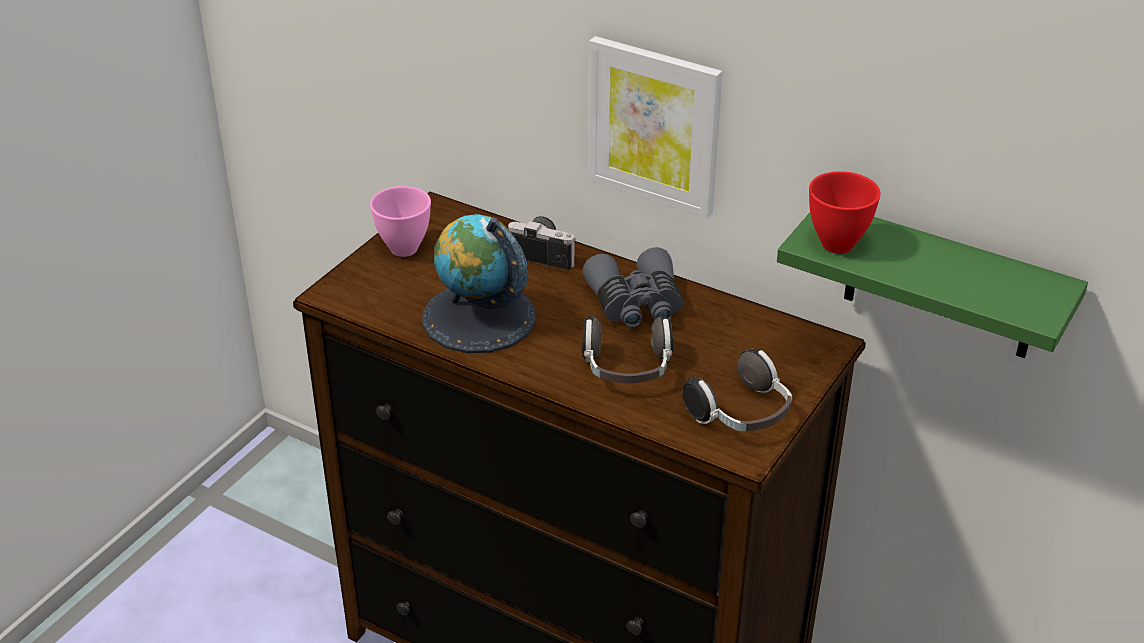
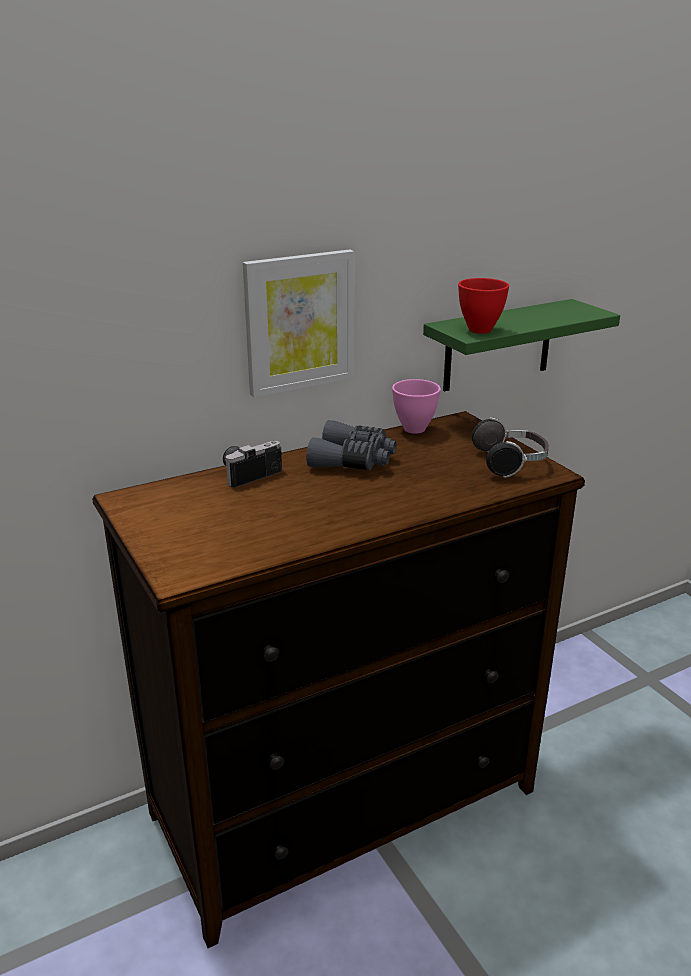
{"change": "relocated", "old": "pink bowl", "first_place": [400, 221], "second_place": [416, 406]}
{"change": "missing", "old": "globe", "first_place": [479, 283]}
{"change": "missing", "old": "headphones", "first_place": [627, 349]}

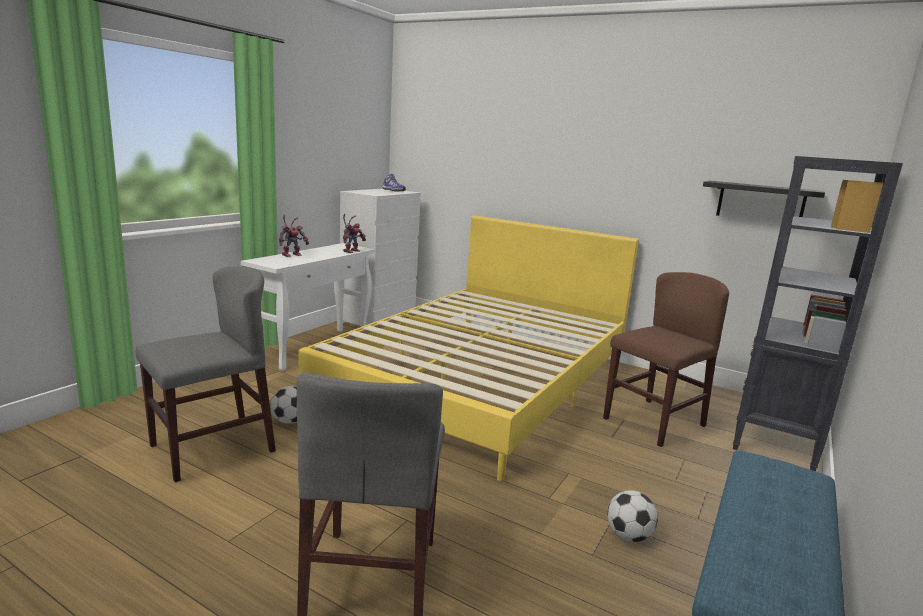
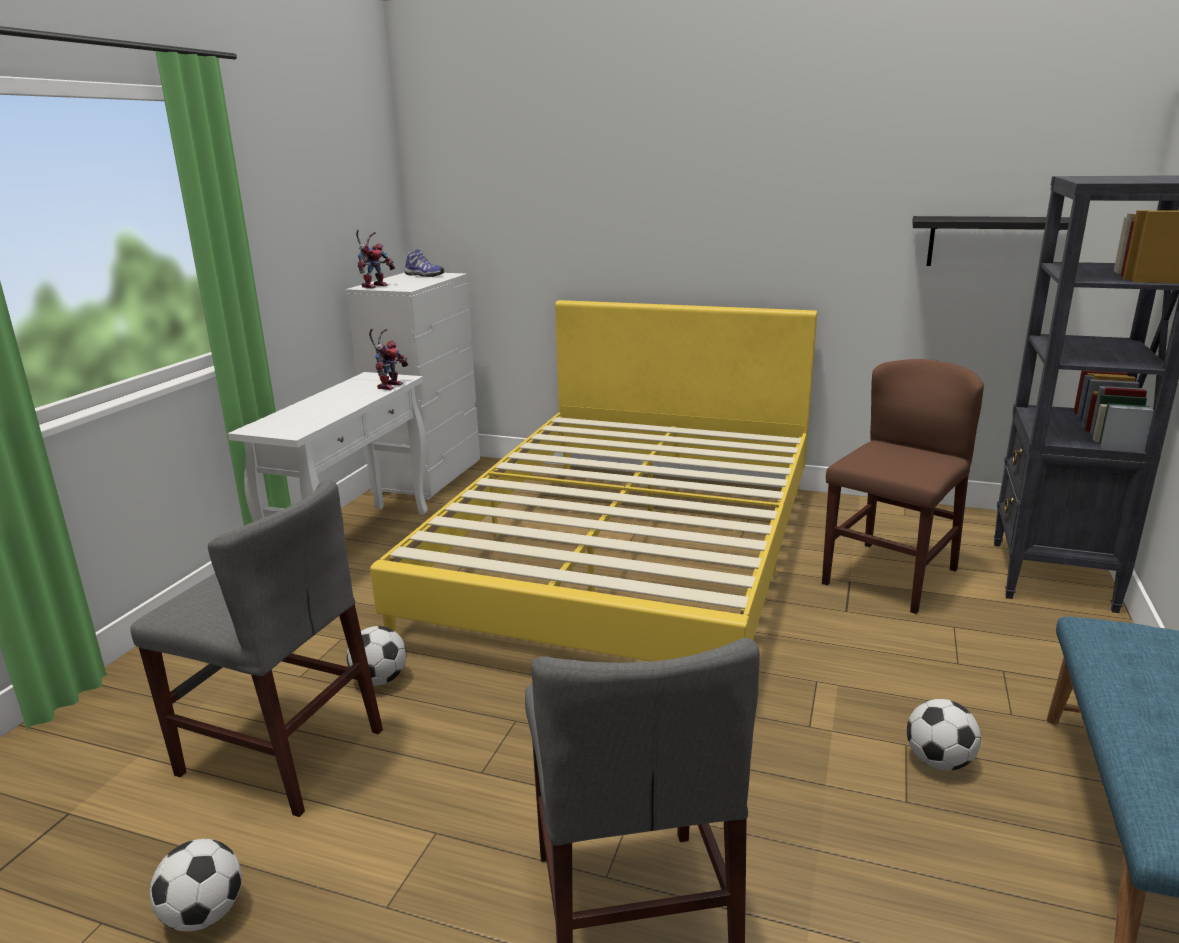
{"change": "relocated", "old": "toy robot", "first_place": [294, 236], "second_place": [375, 259]}
{"change": "spun", "old": "grey chair", "first_place": [205, 374], "second_place": [256, 648], "degrees": 75}
{"change": "appeared", "new": "football", "second_place": [196, 885]}

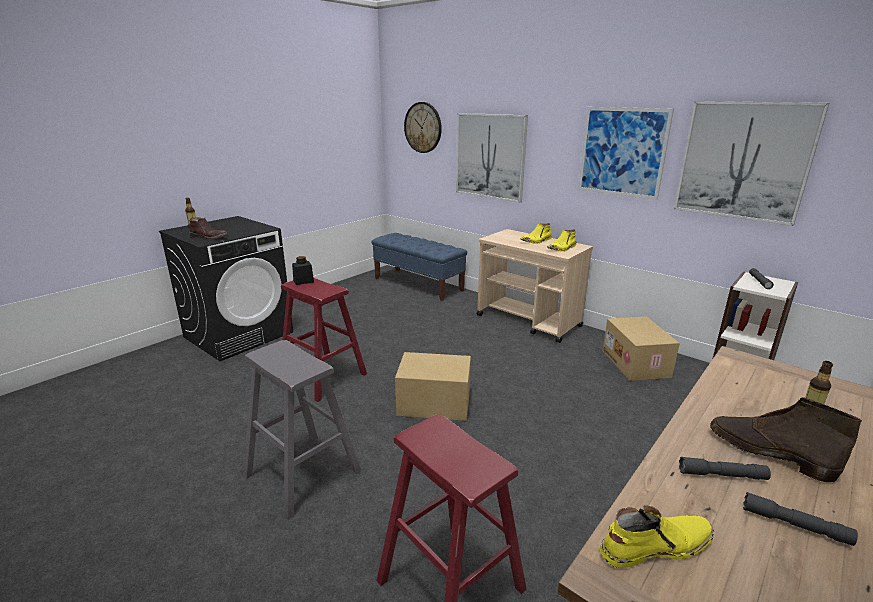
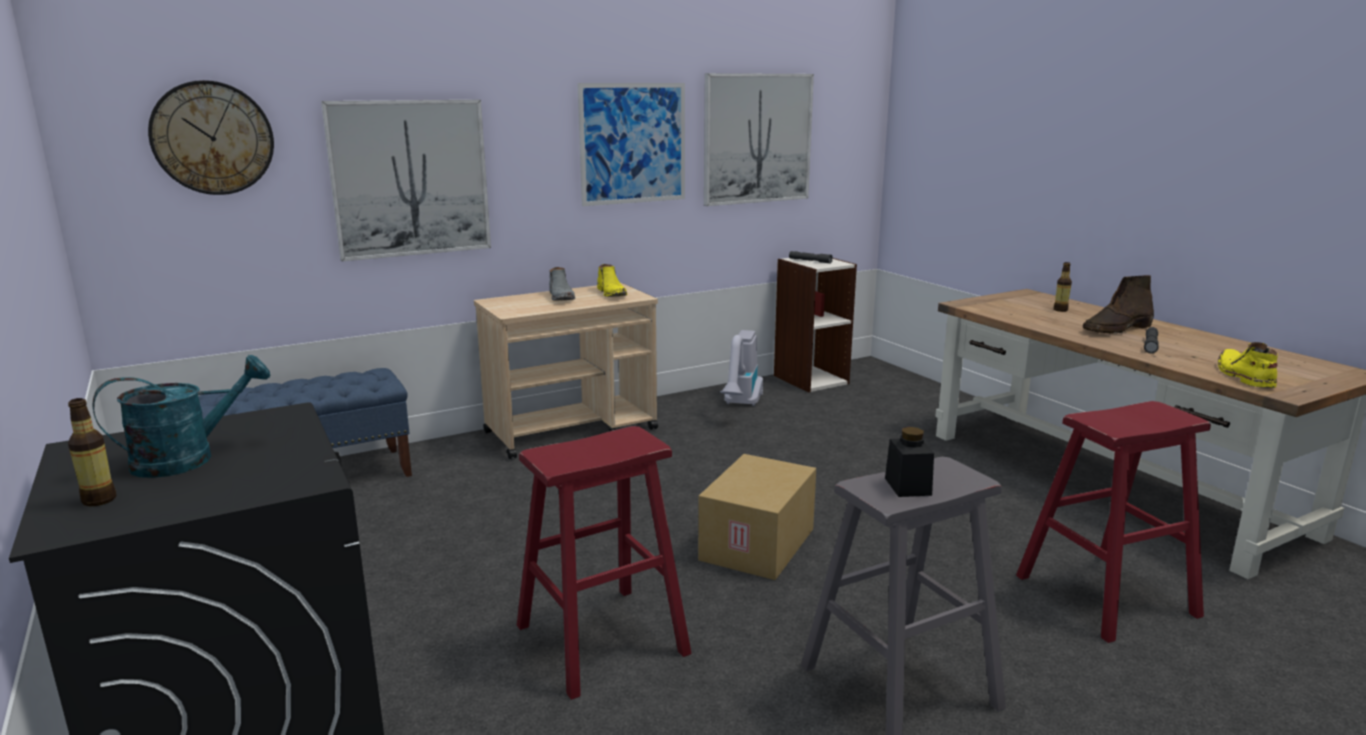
{"change": "missing", "old": "brown boot", "first_place": [208, 228]}
{"change": "colour", "old": "yellow boot", "new": "grey boot", "first_place": [536, 233], "second_place": [562, 284]}
{"change": "relocated", "old": "black jar", "first_place": [303, 270], "second_place": [909, 462]}
{"change": "exchanged", "old": "cardboard box", "new": "vacuum cleaner", "first_place": [641, 348], "second_place": [741, 368]}
{"change": "missing", "old": "grey flashlight", "first_place": [800, 519]}
{"change": "appeared", "new": "turquoise watering can", "second_place": [181, 416]}

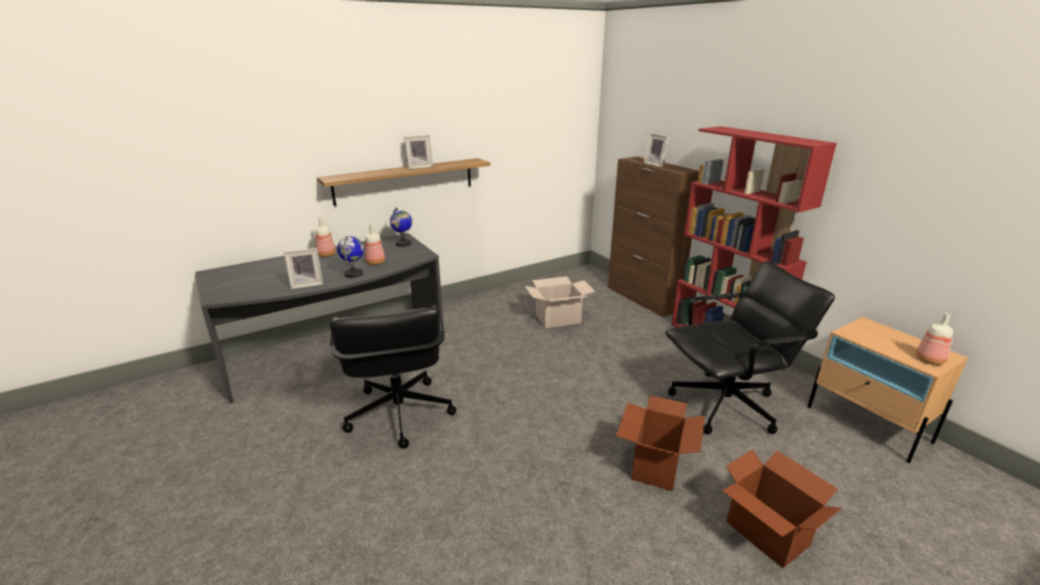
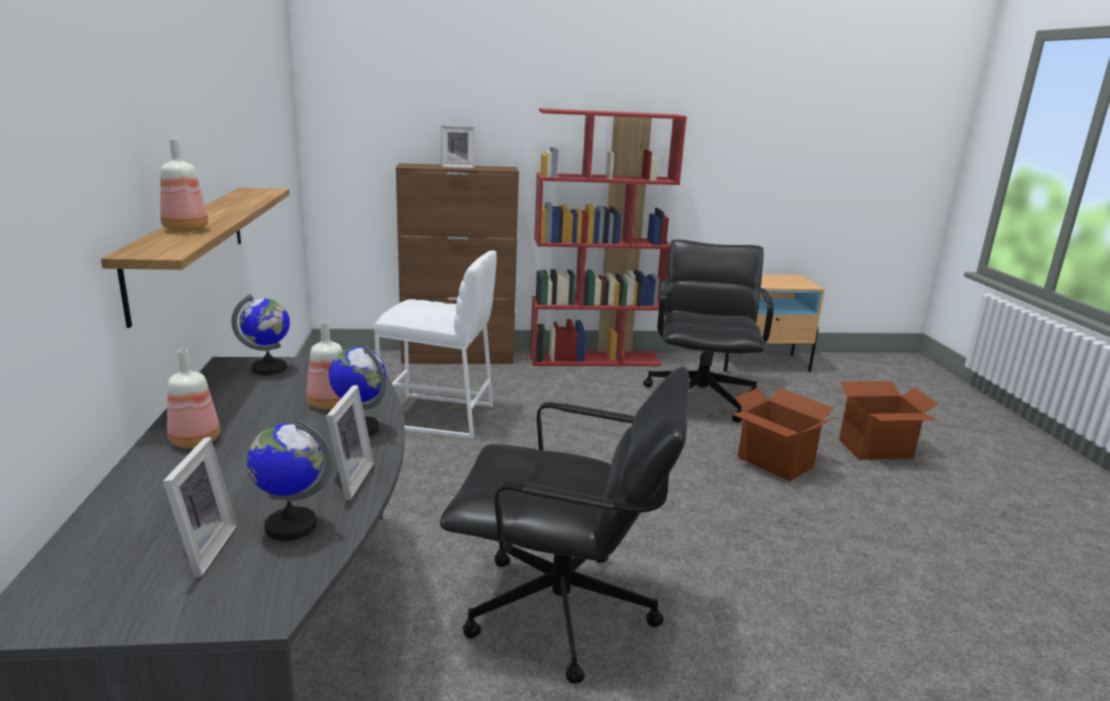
{"change": "relocated", "old": "picture frame", "first_place": [418, 152], "second_place": [200, 507]}
{"change": "exchanged", "old": "cardboard box", "new": "white stool", "first_place": [559, 302], "second_place": [435, 344]}
{"change": "relocated", "old": "bottle", "first_place": [934, 339], "second_place": [184, 185]}
{"change": "appeared", "new": "globe", "second_place": [290, 480]}

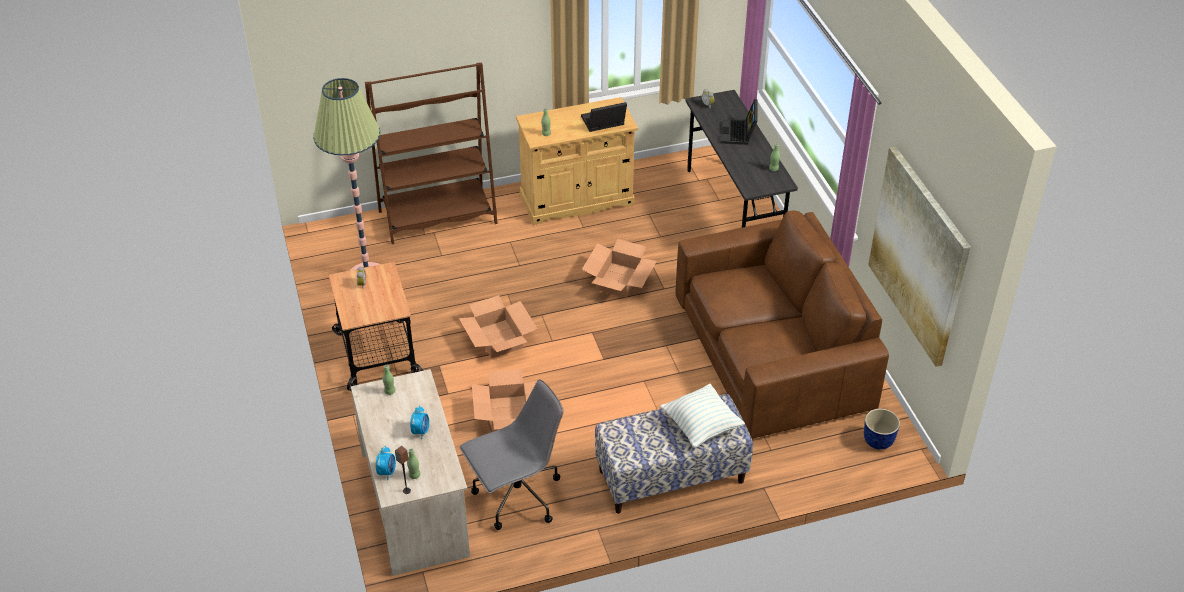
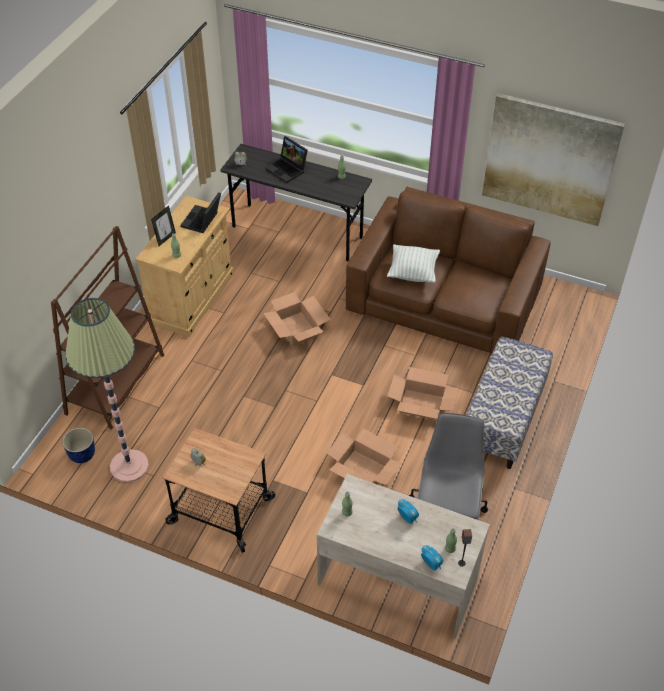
{"change": "relocated", "old": "cardboard box", "first_place": [498, 326], "second_place": [423, 393]}
{"change": "relocated", "old": "pillow", "first_place": [702, 416], "second_place": [413, 263]}
{"change": "relocated", "old": "planter", "first_place": [882, 429], "second_place": [78, 445]}
{"change": "appeared", "new": "picture frame", "second_place": [163, 226]}

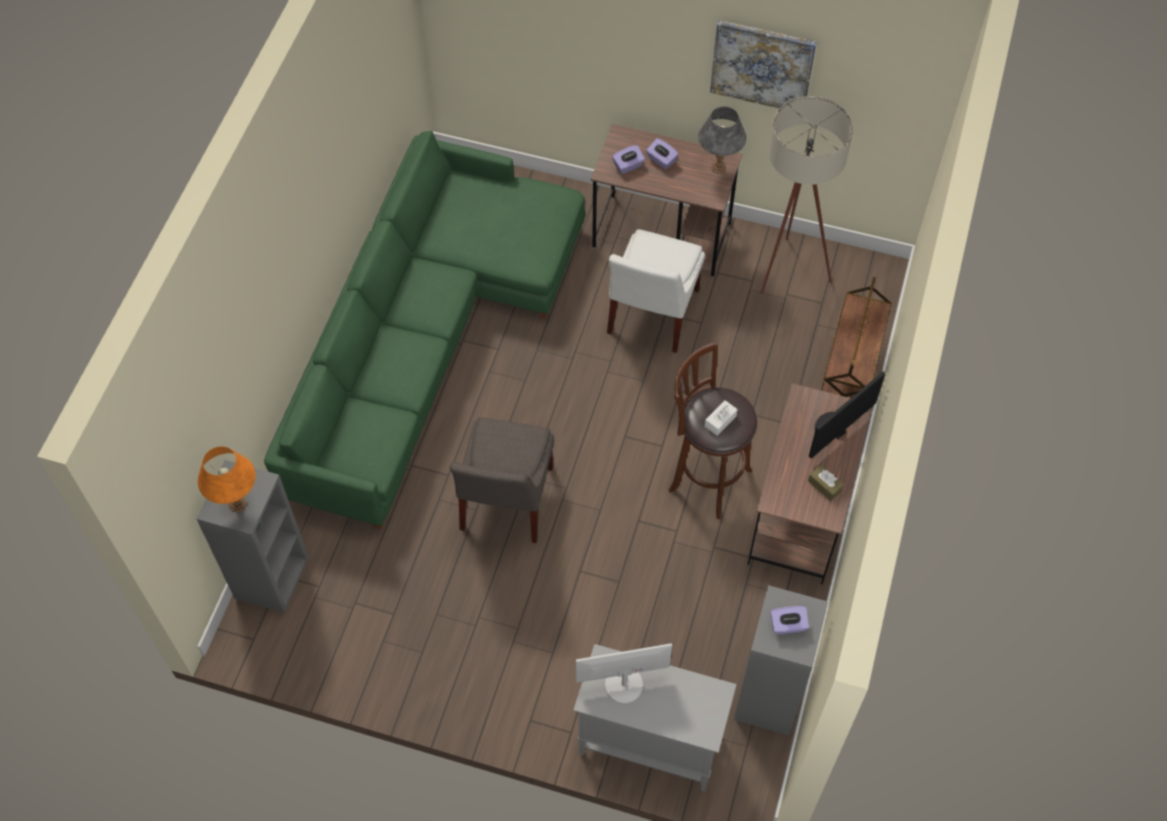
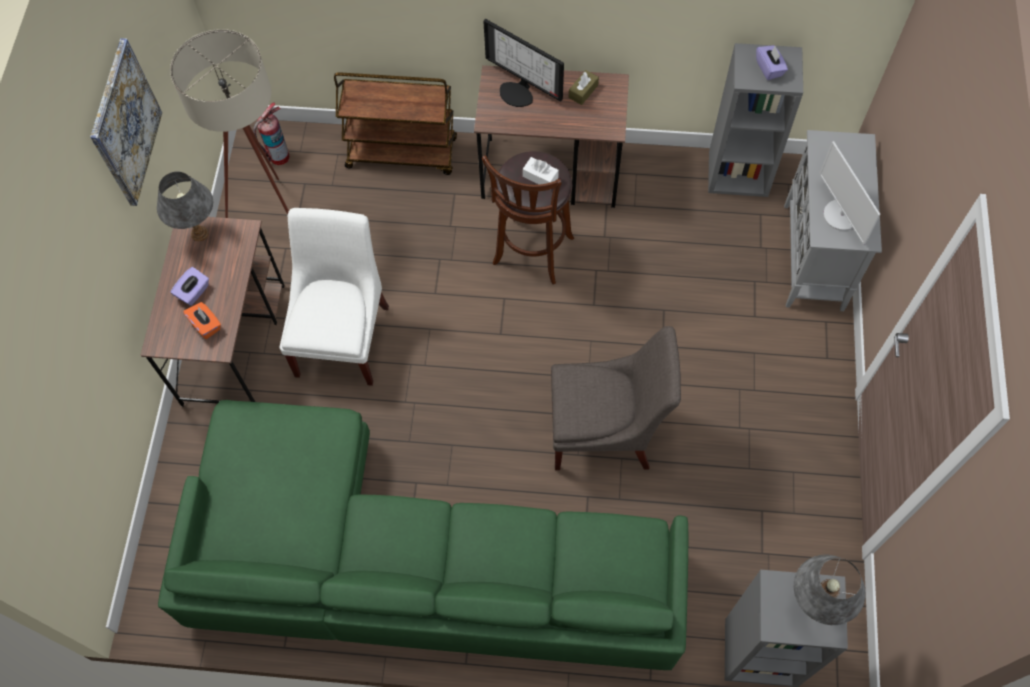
{"change": "colour", "old": "purple tissue box", "new": "orange tissue box", "first_place": [628, 159], "second_place": [202, 320]}
{"change": "spun", "old": "white chair", "first_place": [656, 291], "second_place": [334, 297], "degrees": -90}
{"change": "colour", "old": "orange table lamp", "new": "grey table lamp", "first_place": [227, 479], "second_place": [830, 589]}
{"change": "appeared", "new": "fire extinguisher", "second_place": [271, 133]}

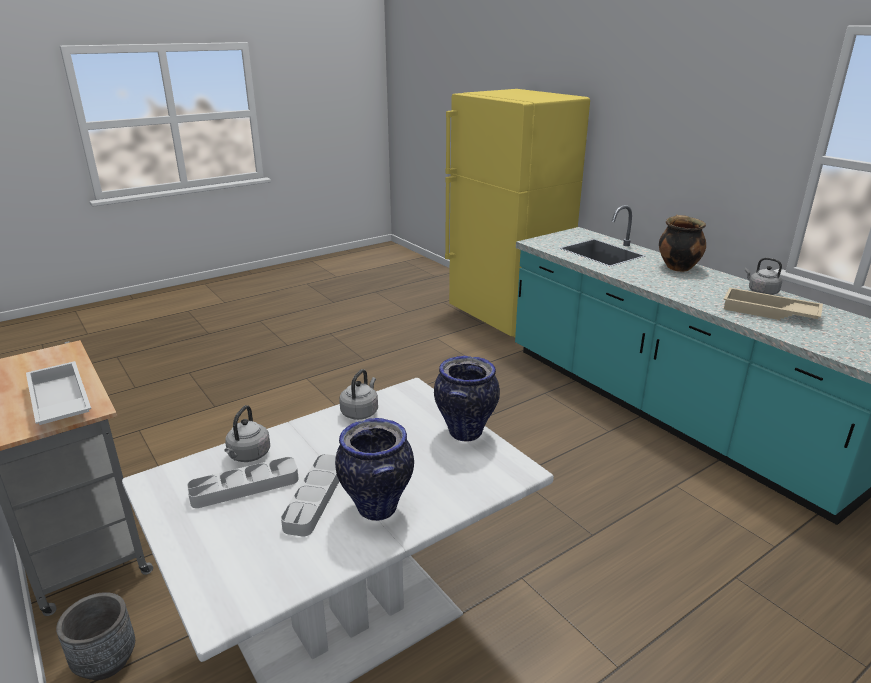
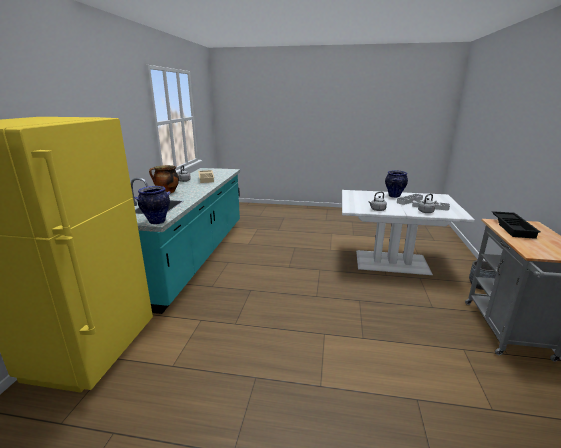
{"change": "relocated", "old": "vase", "first_place": [467, 399], "second_place": [152, 205]}
{"change": "colour", "old": "white tray", "new": "black tray", "first_place": [58, 393], "second_place": [516, 225]}

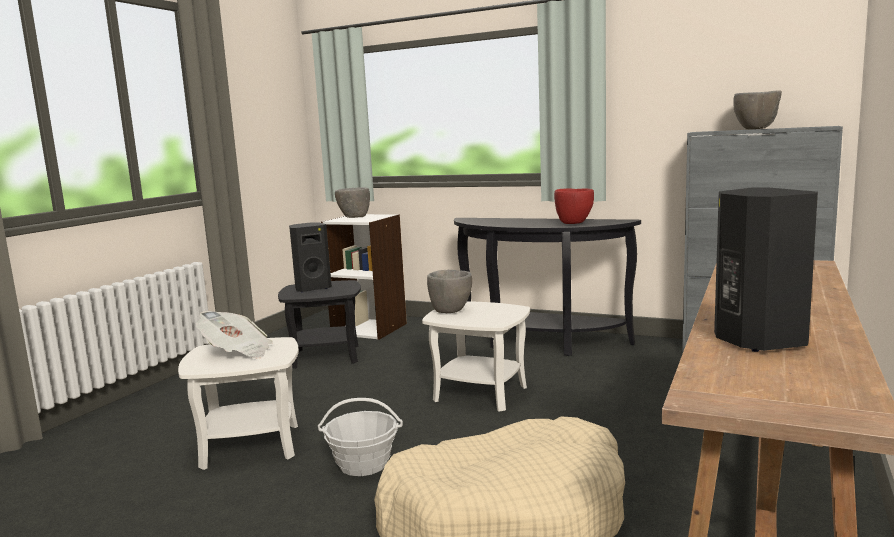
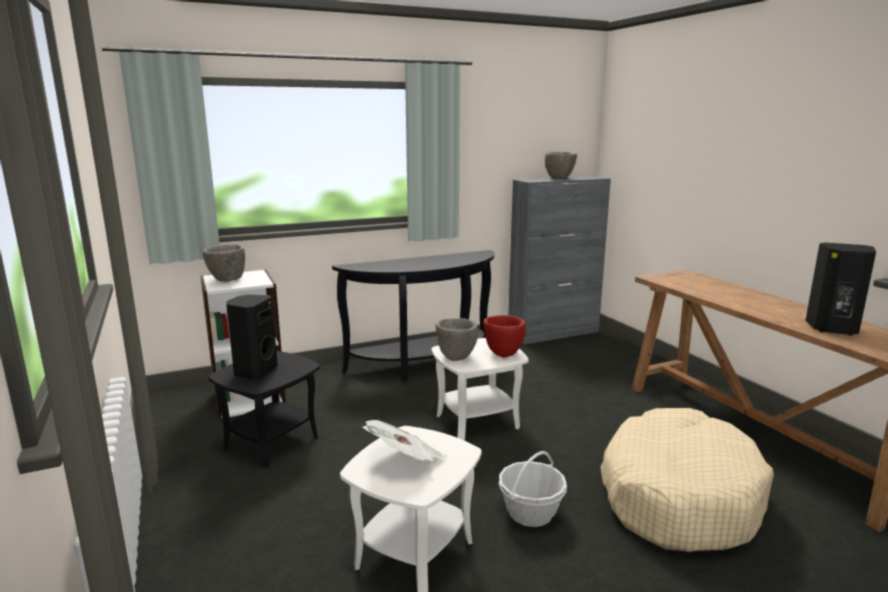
{"change": "relocated", "old": "red bowl", "first_place": [574, 206], "second_place": [504, 336]}

